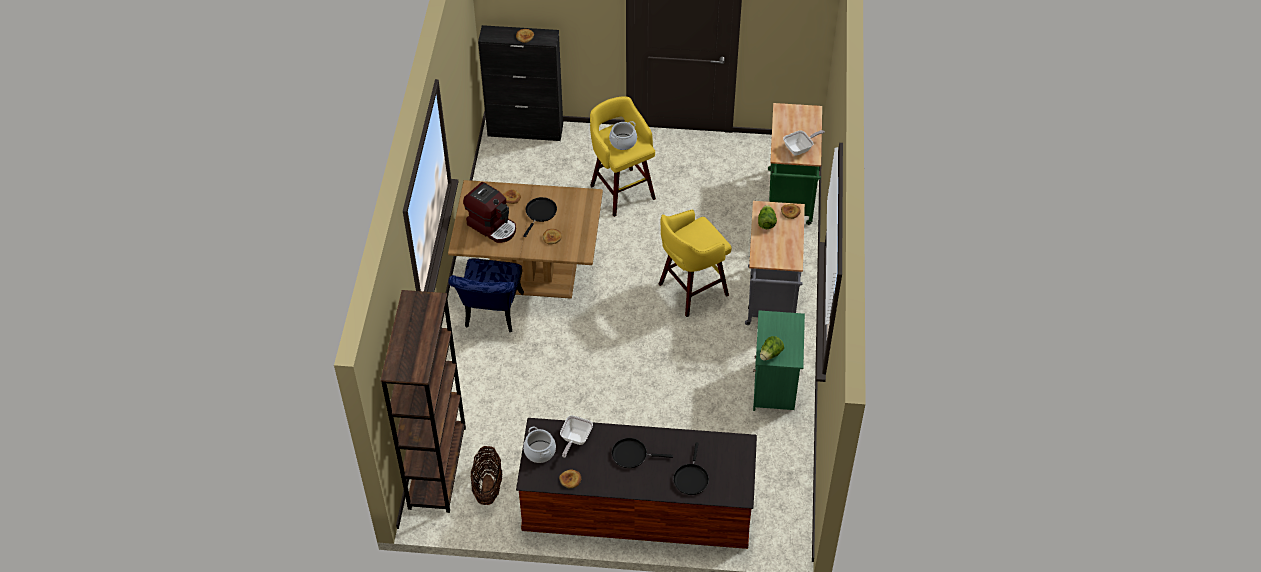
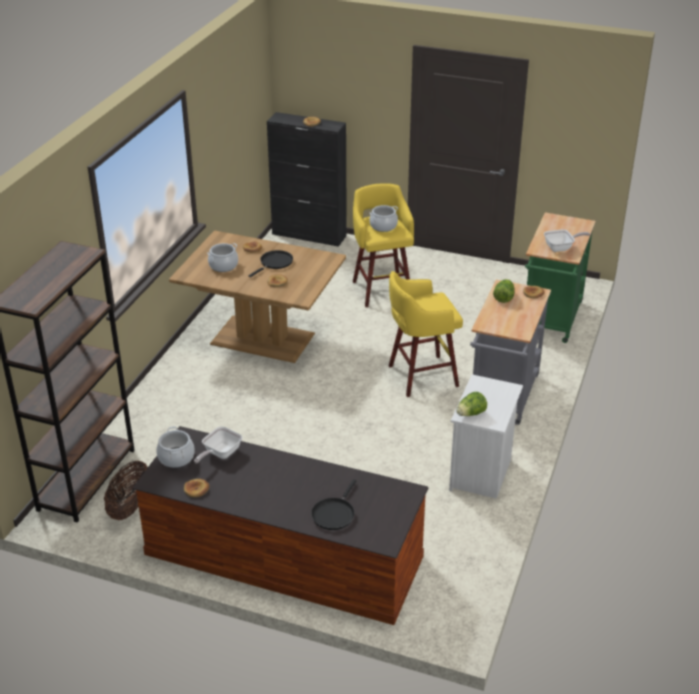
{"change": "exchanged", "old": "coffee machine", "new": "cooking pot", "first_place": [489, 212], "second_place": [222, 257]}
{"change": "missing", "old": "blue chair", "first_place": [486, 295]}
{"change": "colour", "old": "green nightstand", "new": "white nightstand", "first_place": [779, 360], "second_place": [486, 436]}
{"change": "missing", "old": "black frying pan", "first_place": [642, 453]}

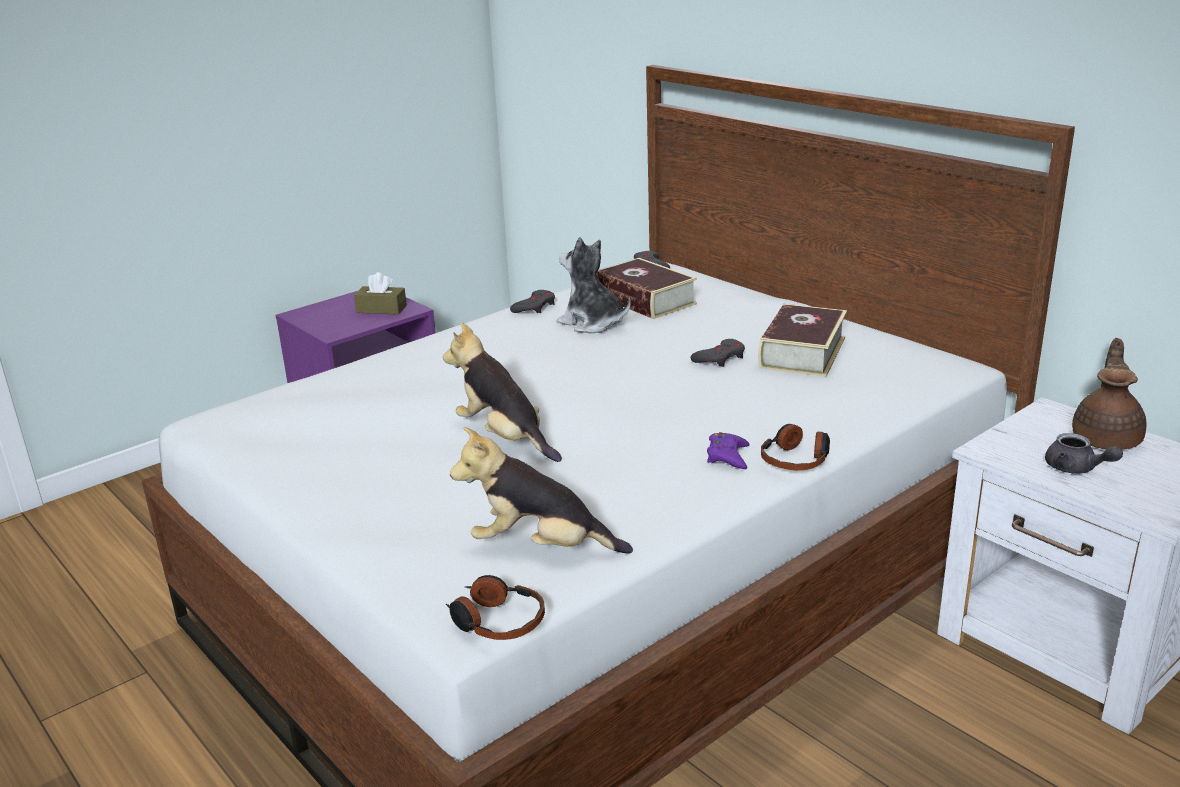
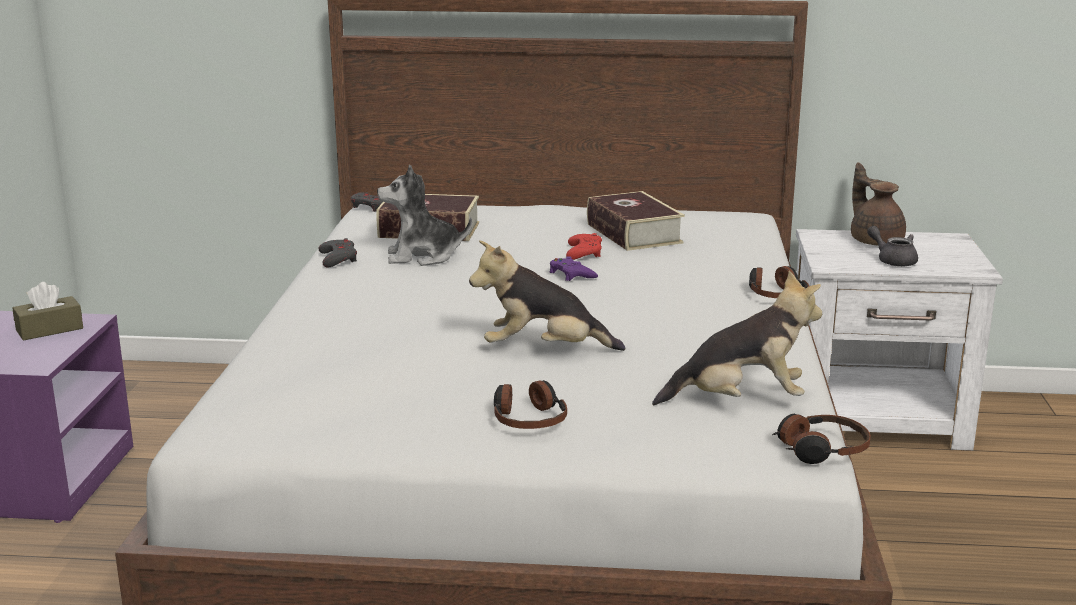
{"change": "colour", "old": "grey game controller", "new": "red game controller", "first_place": [718, 353], "second_place": [584, 246]}
{"change": "spun", "old": "plush toy", "first_place": [541, 490], "second_place": [737, 338], "degrees": -150}
{"change": "relocated", "old": "purple game controller", "first_place": [728, 450], "second_place": [574, 268]}
{"change": "spun", "old": "grey teapot", "first_place": [1084, 453], "second_place": [892, 246], "degrees": -135}
{"change": "appeared", "new": "headphones", "second_place": [530, 404]}

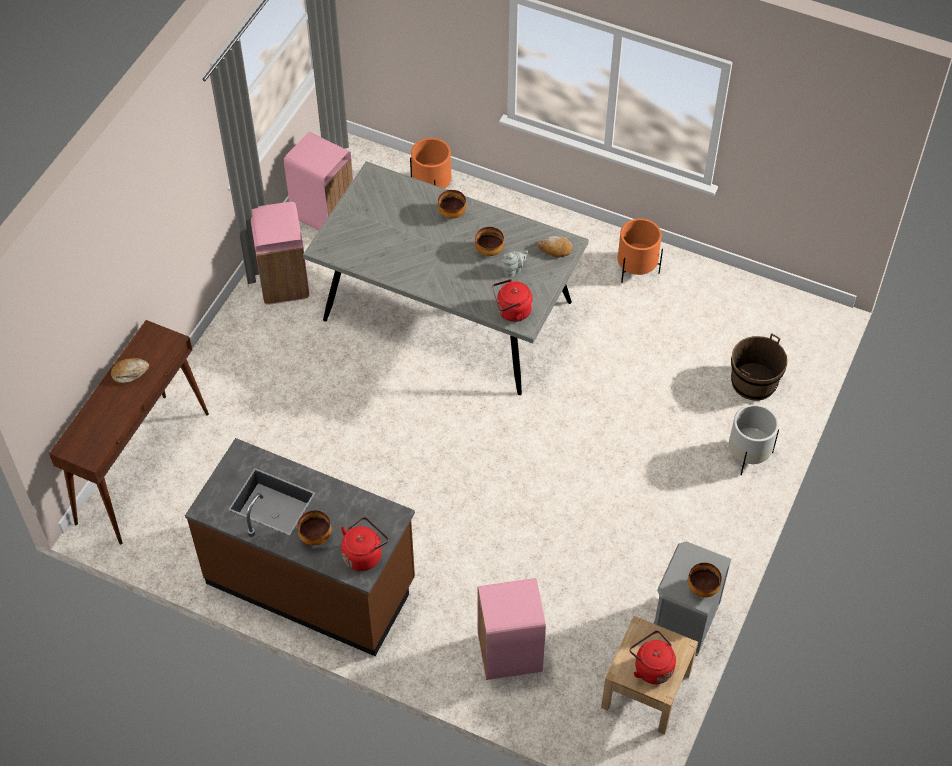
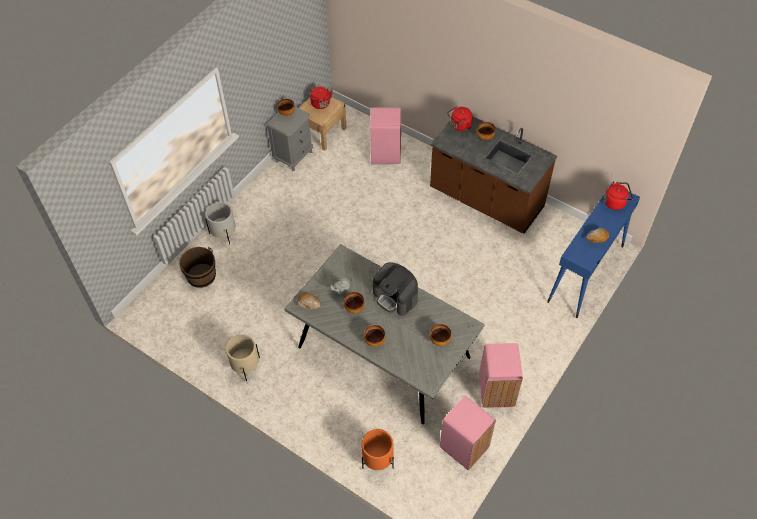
{"change": "colour", "old": "orange planter", "new": "beige planter", "first_place": [640, 251], "second_place": [243, 358]}
{"change": "relocated", "old": "red kettle", "first_place": [512, 300], "second_place": [618, 196]}
{"change": "colour", "old": "brown console table", "new": "blue console table", "first_place": [129, 432], "second_place": [593, 251]}
{"change": "appeared", "new": "coffee machine", "second_place": [395, 289]}
{"change": "appeared", "new": "bowl", "second_place": [440, 335]}

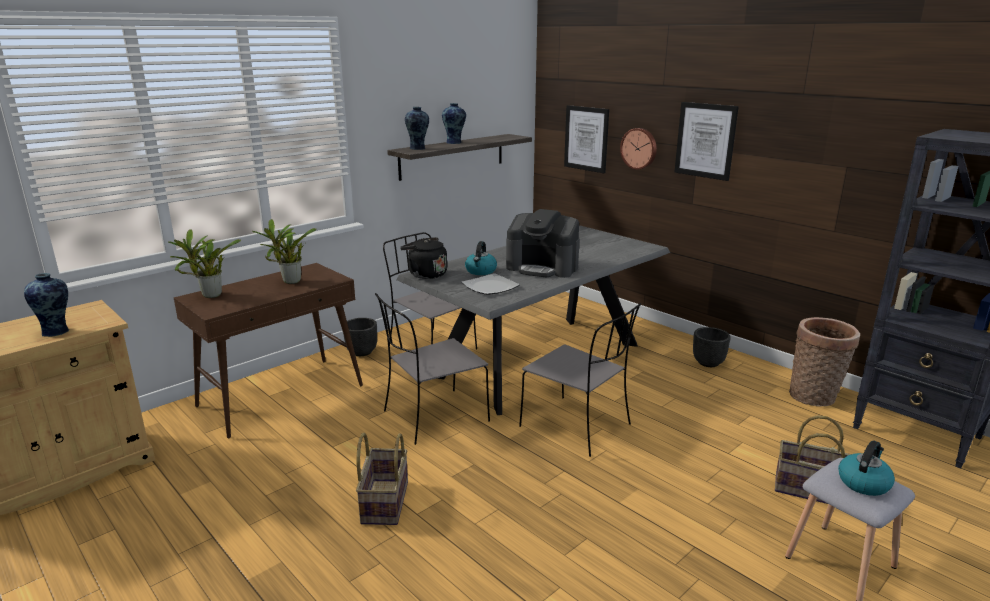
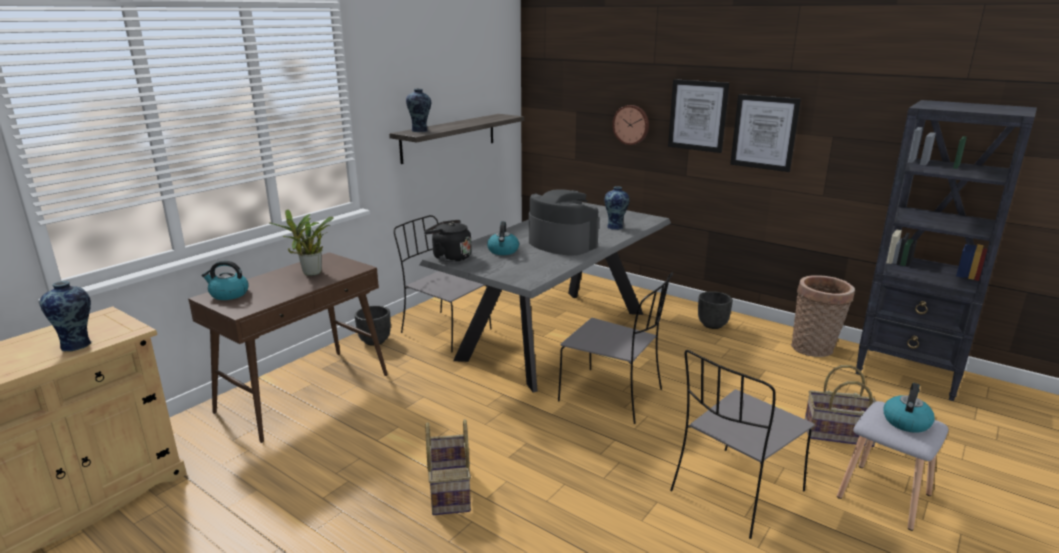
{"change": "relocated", "old": "vase", "first_place": [454, 123], "second_place": [617, 208]}
{"change": "relocated", "old": "picture", "first_place": [586, 139], "second_place": [765, 133]}
{"change": "spun", "old": "coffee machine", "first_place": [543, 243], "second_place": [564, 222], "degrees": -150}
{"change": "exchanged", "old": "potted plant", "new": "kettle", "first_place": [204, 263], "second_place": [225, 280]}
{"change": "missing", "old": "plate", "first_place": [490, 284]}
{"change": "relocated", "old": "grey chair", "first_place": [432, 369], "second_place": [742, 444]}

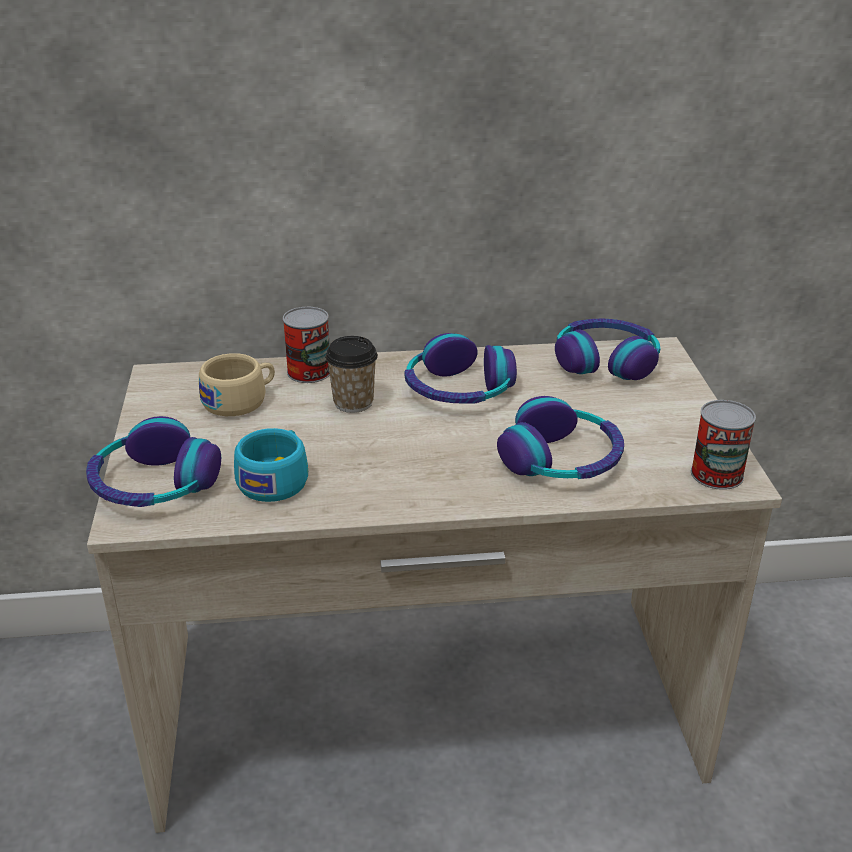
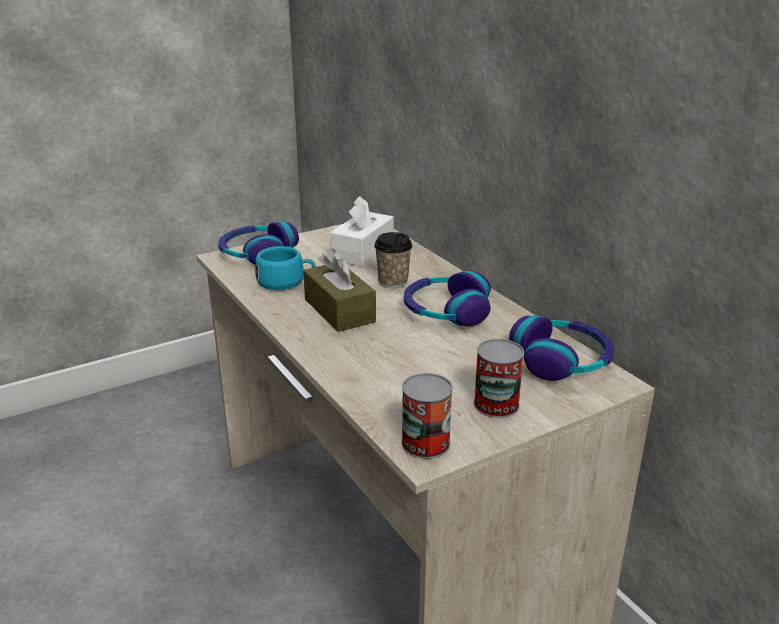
{"change": "relocated", "old": "can", "first_place": [306, 345], "second_place": [499, 378]}
{"change": "exchanged", "old": "beige cup", "new": "white tissue box", "first_place": [237, 384], "second_place": [362, 231]}
{"change": "missing", "old": "headphones", "first_place": [560, 437]}
{"change": "appeared", "new": "brown tissue box", "second_place": [339, 290]}

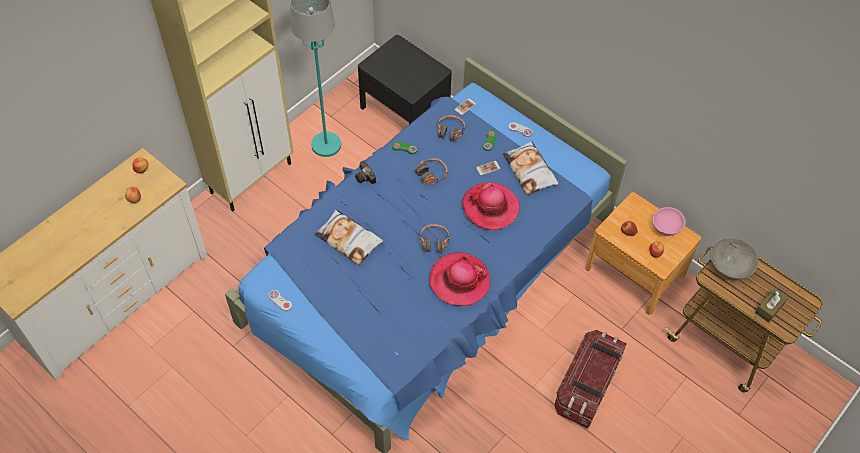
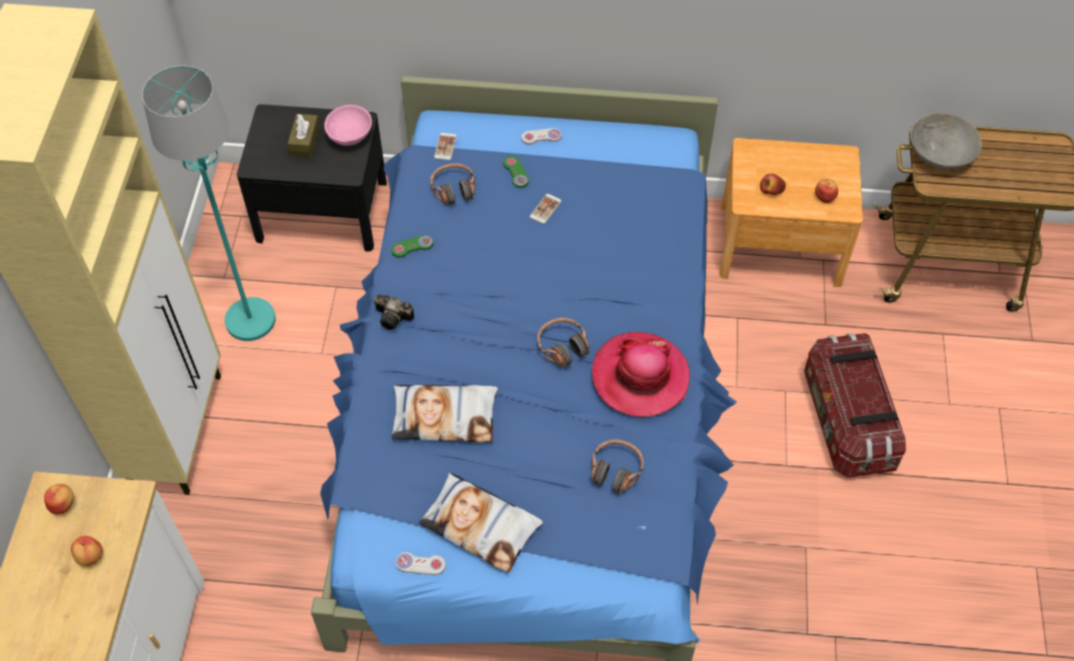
{"change": "relocated", "old": "pillow", "first_place": [530, 168], "second_place": [481, 522]}
{"change": "relocated", "old": "headphones", "first_place": [431, 171], "second_place": [617, 467]}
{"change": "missing", "old": "hat", "first_place": [491, 206]}
{"change": "relocated", "old": "pink bowl", "first_place": [669, 221], "second_place": [348, 125]}
{"change": "relocated", "old": "brown tissue box", "first_place": [772, 305], "second_place": [304, 135]}

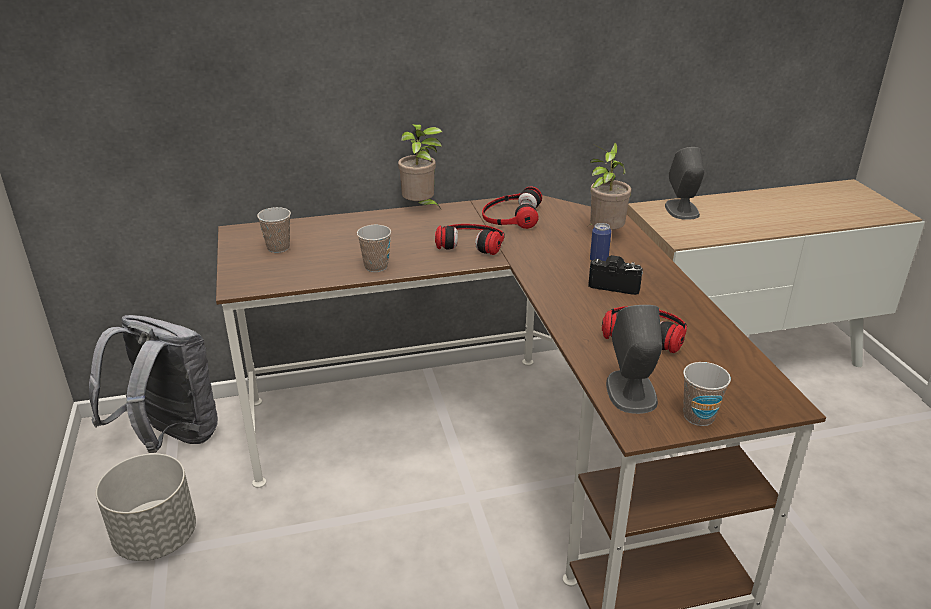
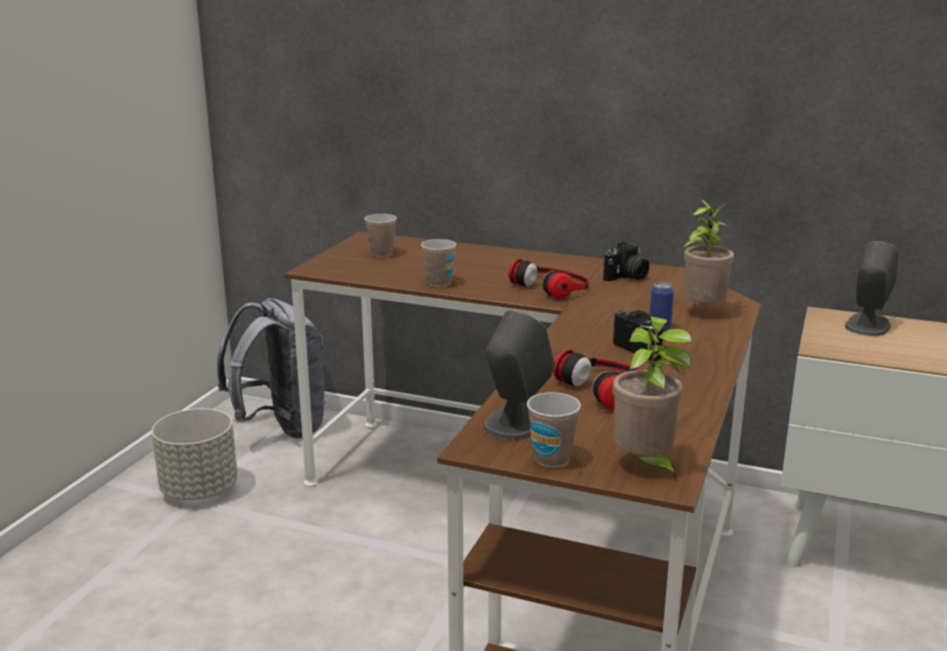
{"change": "relocated", "old": "potted plant", "first_place": [420, 166], "second_place": [652, 398]}
{"change": "exchanged", "old": "headphones", "new": "photo camera", "first_place": [512, 208], "second_place": [626, 261]}

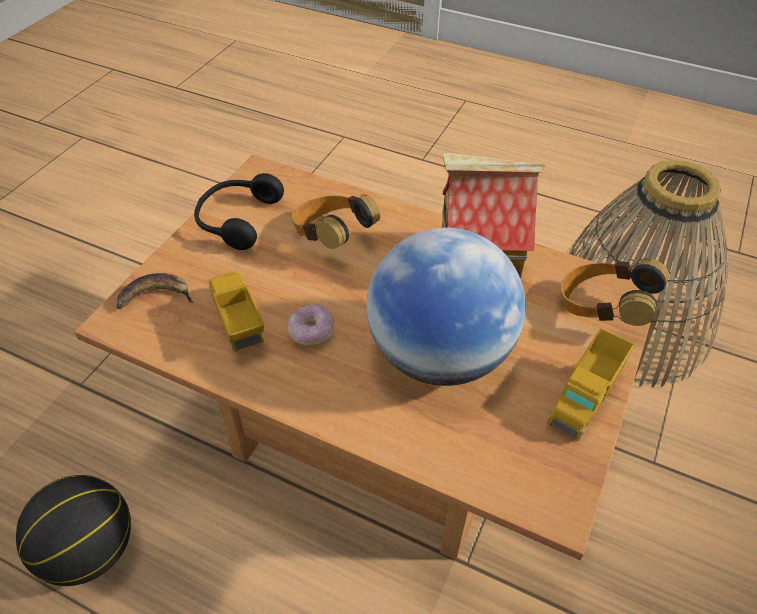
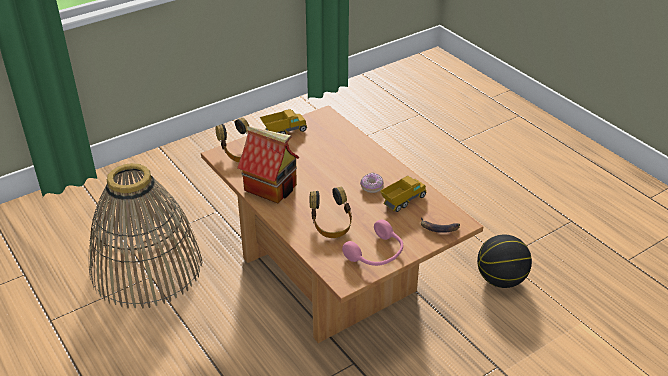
{"change": "colour", "old": "black headphones", "new": "pink headphones", "first_place": [239, 211], "second_place": [372, 242]}
{"change": "missing", "old": "globe", "first_place": [446, 307]}
{"change": "spun", "old": "toy truck", "first_place": [236, 312], "second_place": [403, 194], "degrees": -135}

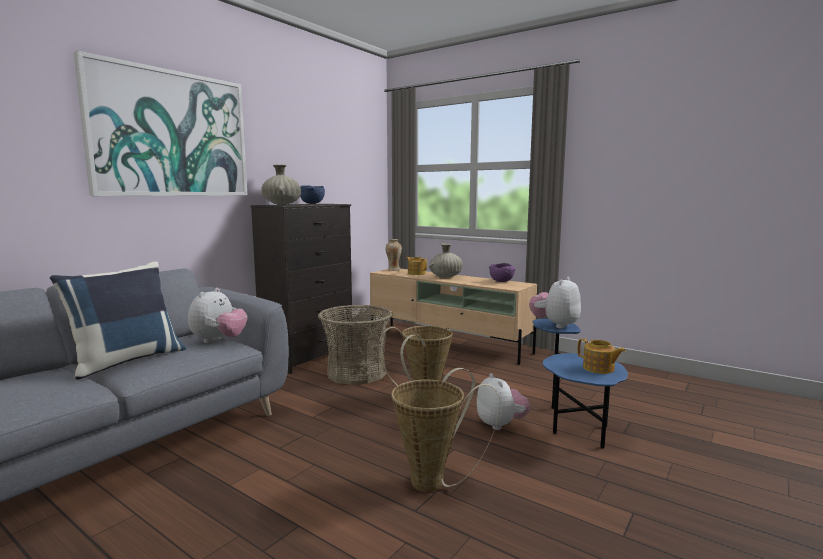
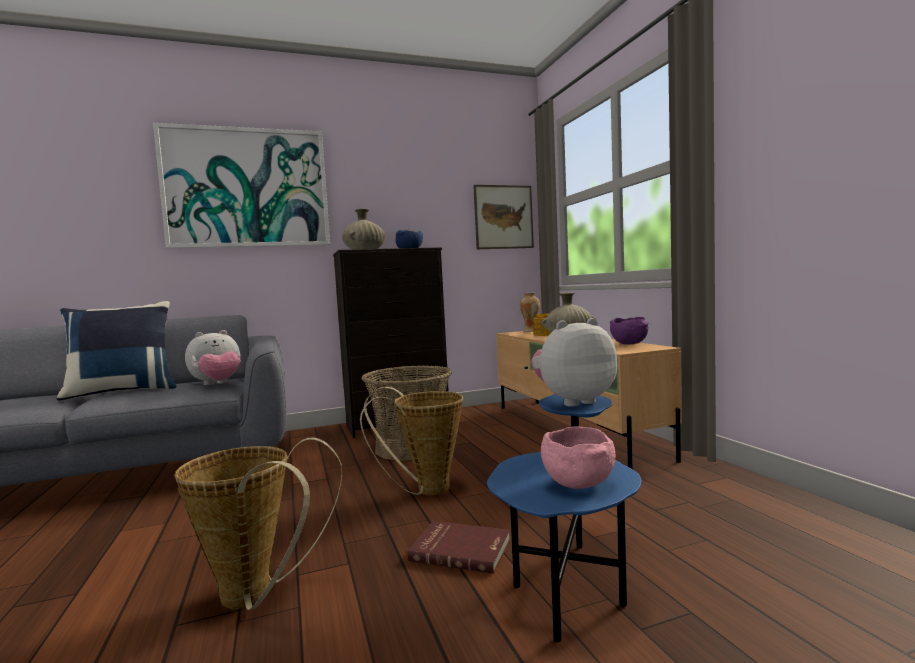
{"change": "exchanged", "old": "teapot", "new": "pink bowl", "first_place": [601, 356], "second_place": [578, 457]}
{"change": "exchanged", "old": "plush toy", "new": "red book", "first_place": [503, 401], "second_place": [458, 547]}
{"change": "appeared", "new": "picture", "second_place": [503, 217]}

